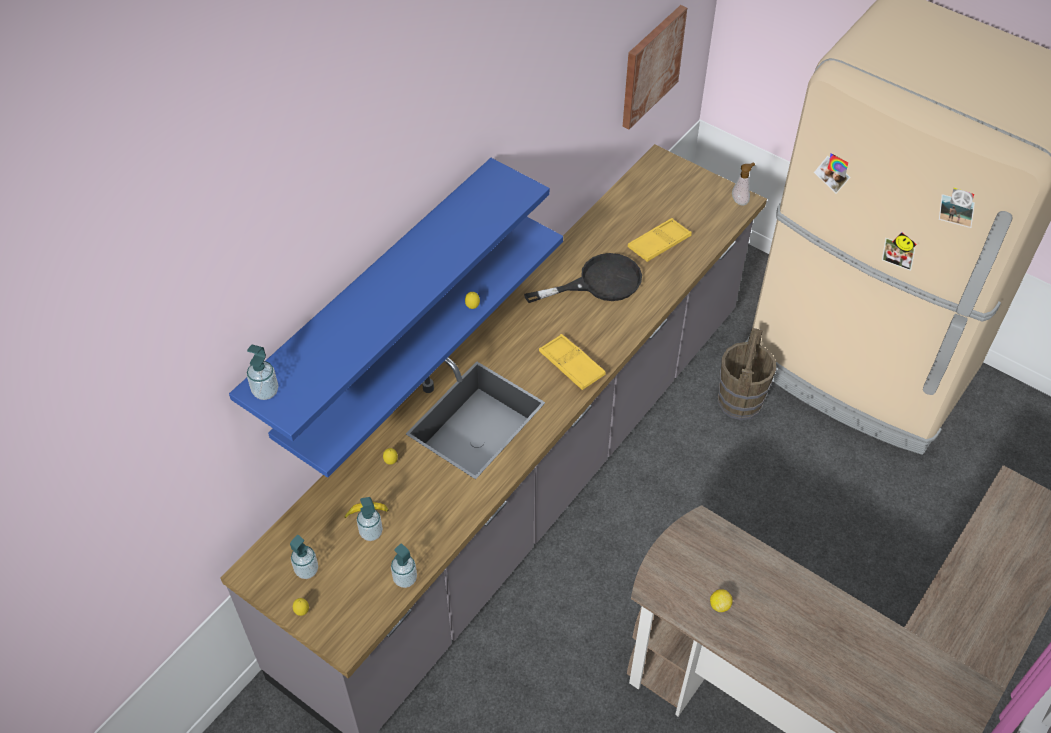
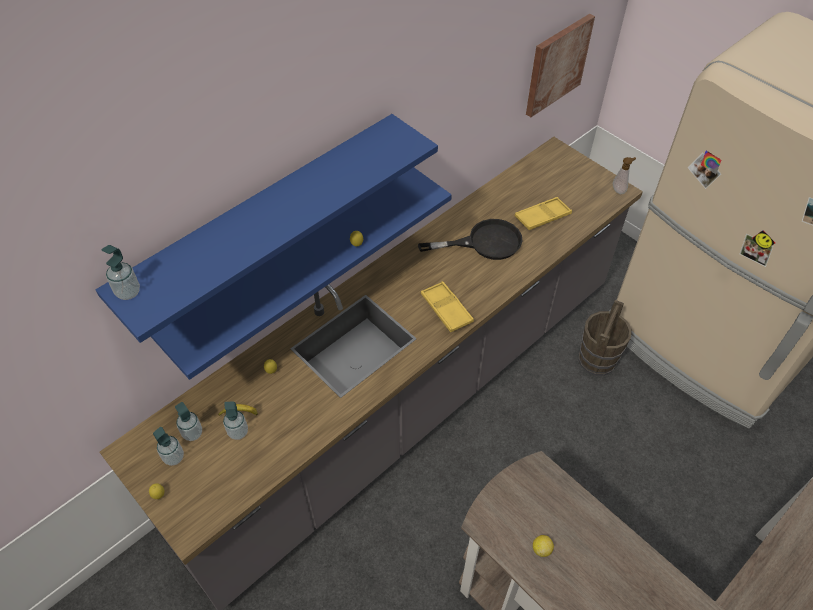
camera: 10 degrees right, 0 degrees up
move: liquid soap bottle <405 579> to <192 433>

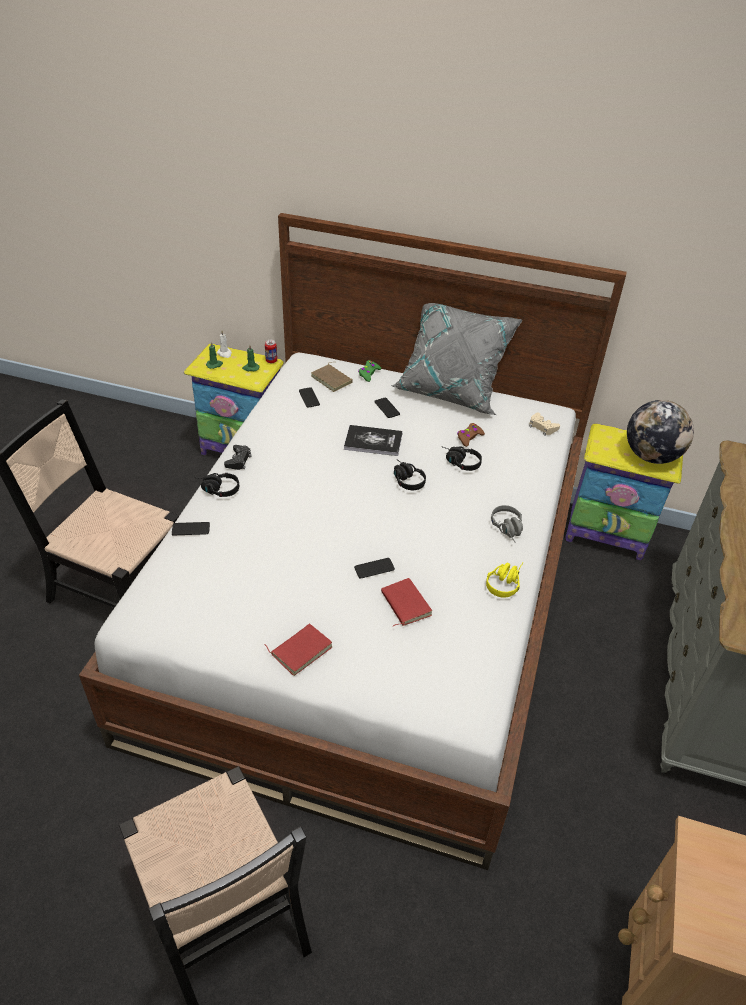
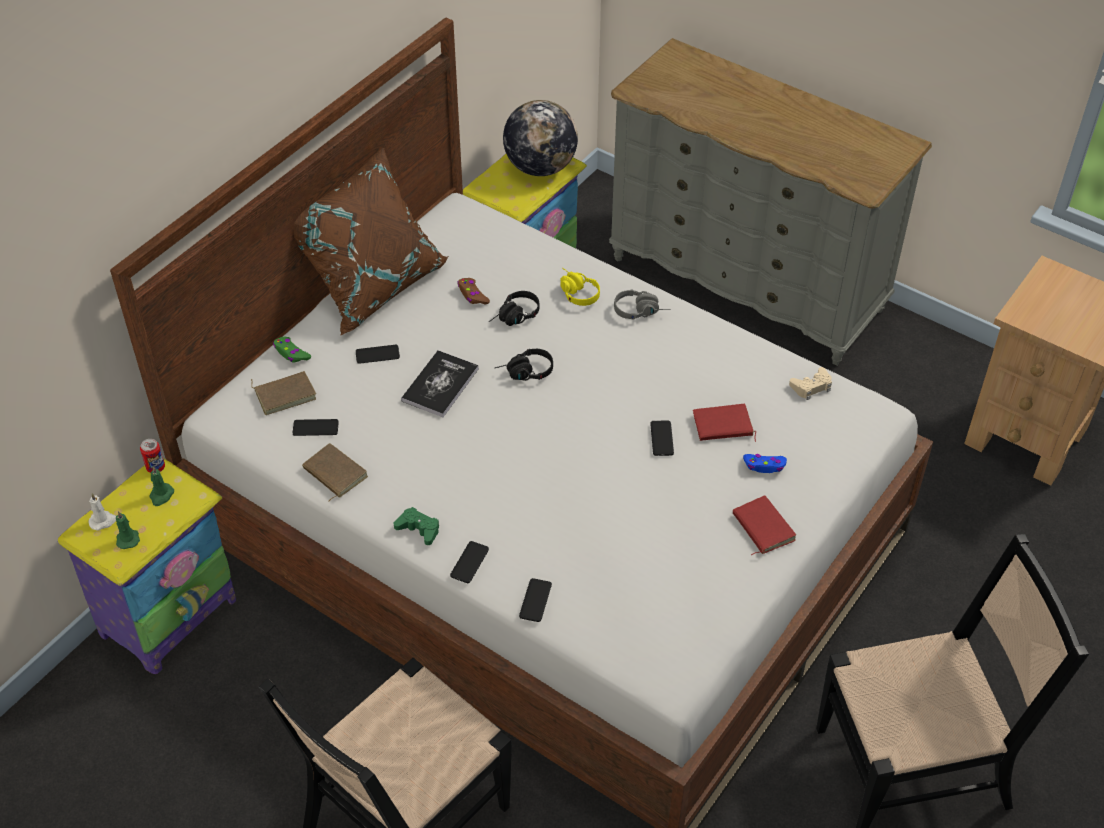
camera: 70 degrees left, 5 degrees up
insert: book (brown) <333 474>; gamepad (blue) <764 466>
move: pair of headphones (yellow-coloured) <505 582> to <575 292>; gamepad (beige-coloured) <542 427> to <811 387>
replace: pair of headphones (black) <216 490> to telephone <469 562>
recolor: gamepad (black) <238 460> to gamepad (green-coloured) <418 529>; pillow (greyish) <451 390> to pillow (brown) <371 283>

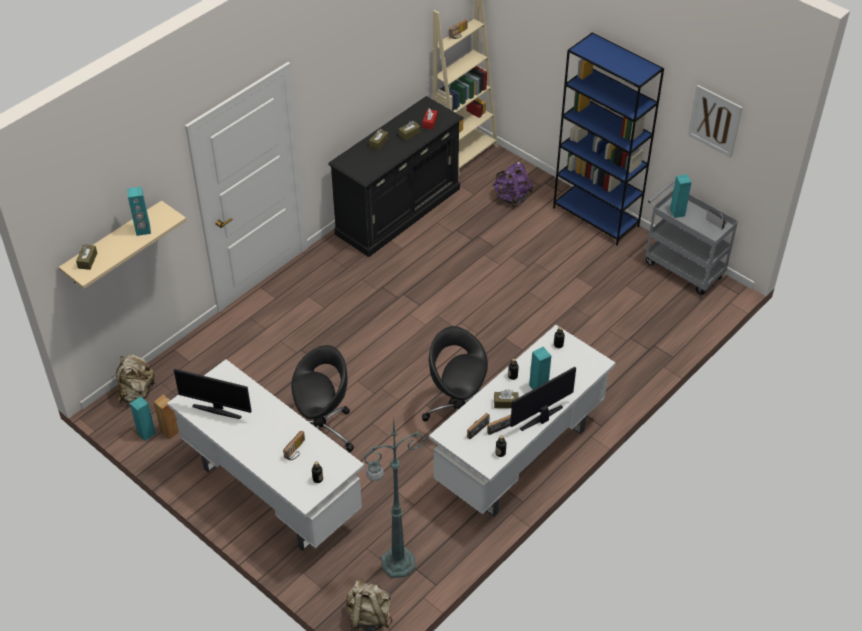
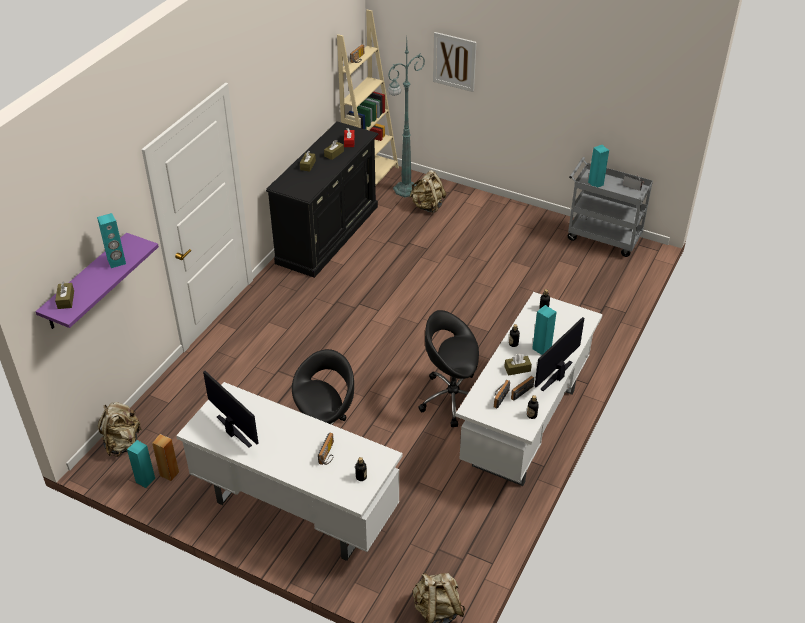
camera: 15 degrees left, 5 degrees down
delete: bookshelf (blue) <596 217>
move: floor lamp (green-coloured) <396 563> to <405 190>; wall art <715 120> to <454 61>
recolor: wall shelf (beige-coloured) <113 243> to wall shelf (purple-coloured) <86 282>; rucksack (purple-coloured) <511 198> to rucksack (beige-coloured) <427 206>
rotate: computer screen <217 410> = <232 432> 135 degrees counterclockwise

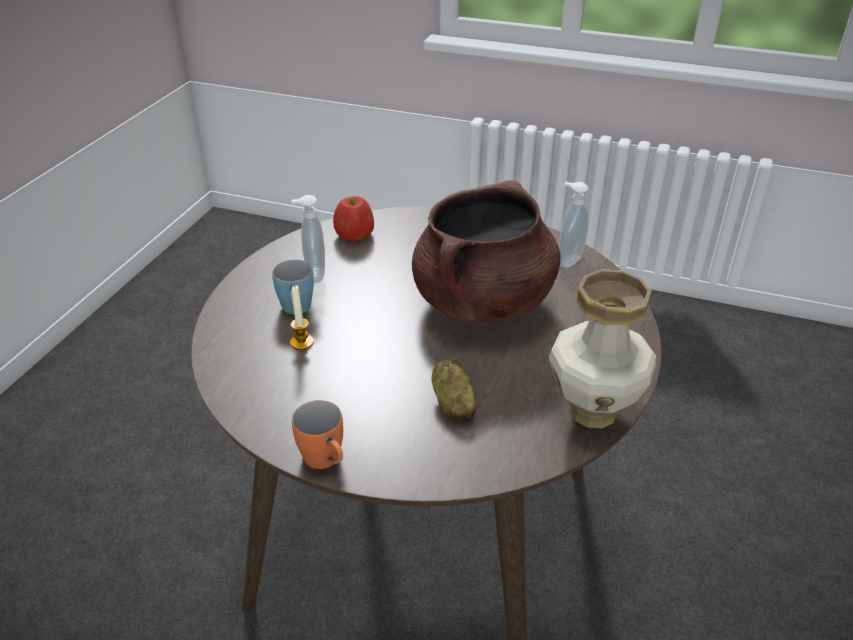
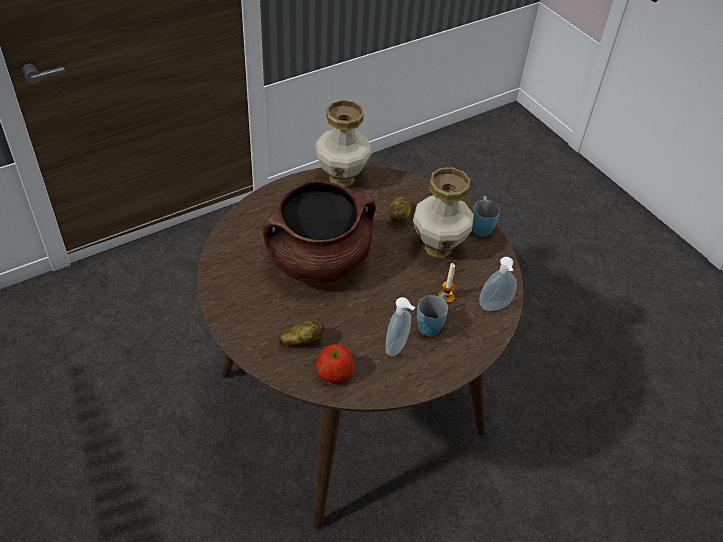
camera: 145 degrees left, 10 degrees up
insert: spud <301 341>; flower vase <438 248>
move: liquid soap bottle <568 260> to <495 307>
recolor: mug (orange) <326 461> to mug (blue) <481 226>

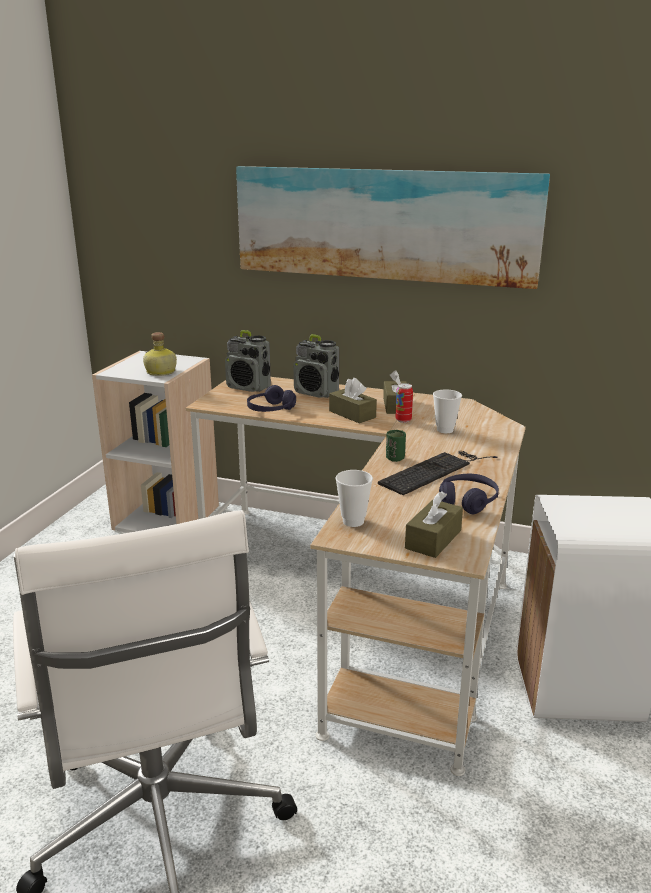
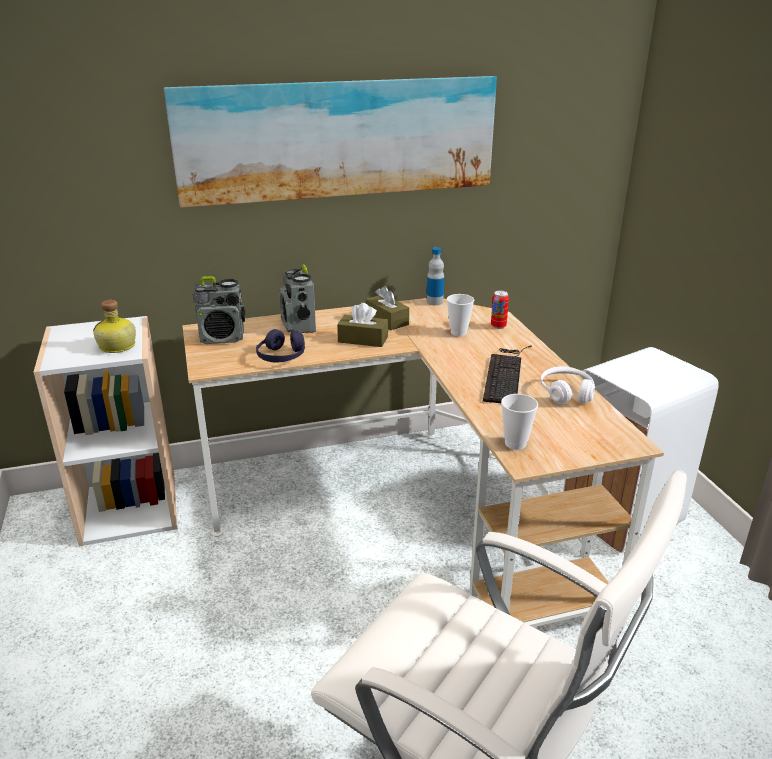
camera: 35 degrees left, 5 degrees up
delete: small cup (green-coloured) <395 458>; tissue box (brown) <433 539>
insert: drink bottle <434 302>
move: sealed can <403 420> to <498 326>
recolor: pair of headphones (purple-coloured) <467 501> to pair of headphones (white) <566 393>
rotate: radio set <316 393> = <298 326> 75 degrees clockwise

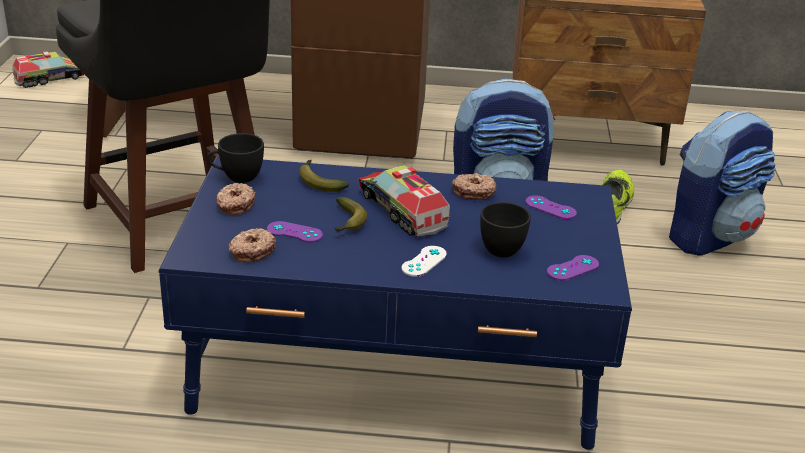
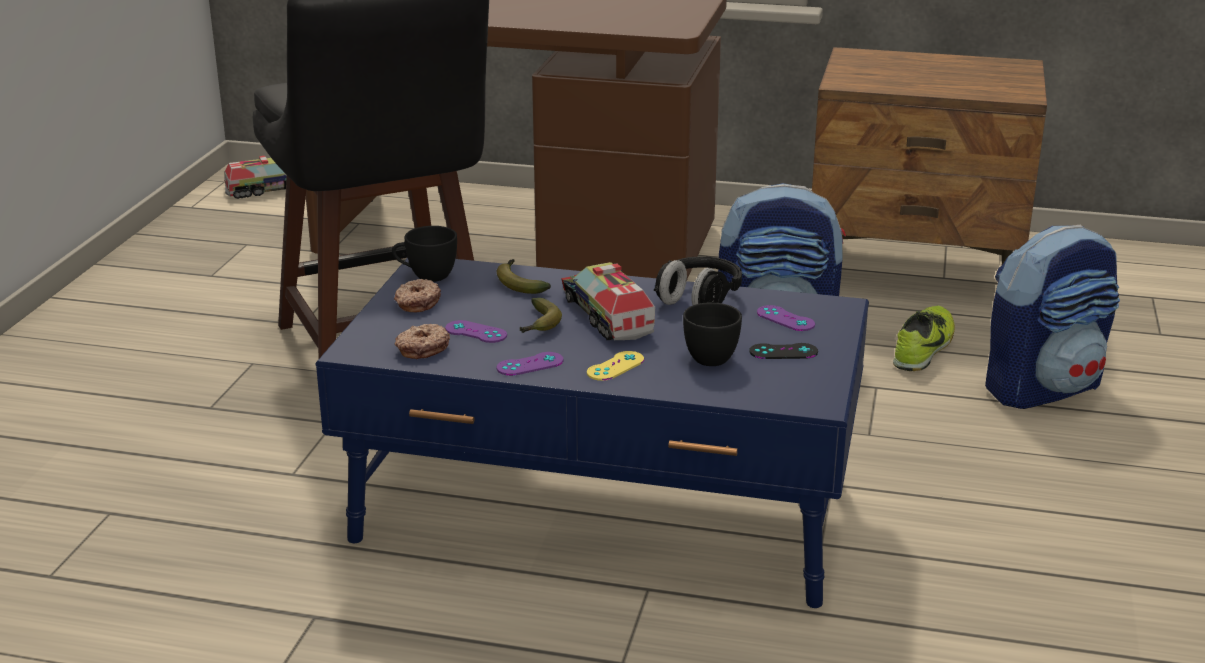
camera: 10 degrees right, 5 degrees down
insert: gamepad (black) <783 352>
move: gamepad (purple-coloured) <572 268> to <530 364>
replace: donut <473 192> to pair of headphones (black) <698 299>
recolor: gamepad (white) <424 261> to gamepad (yellow-coloured) <615 366>

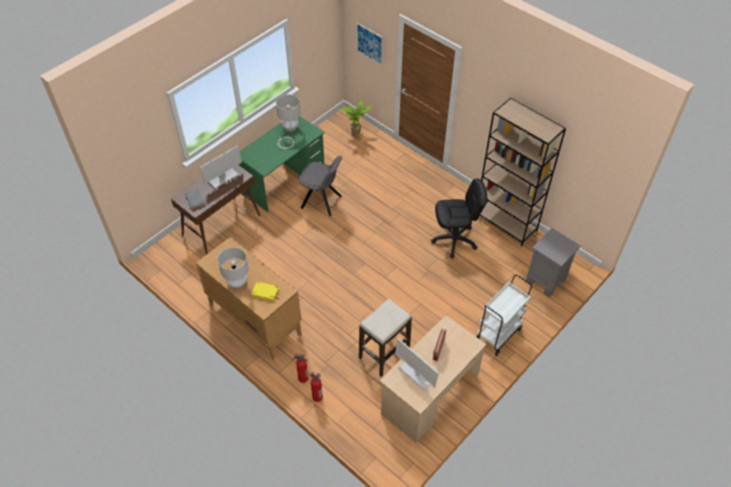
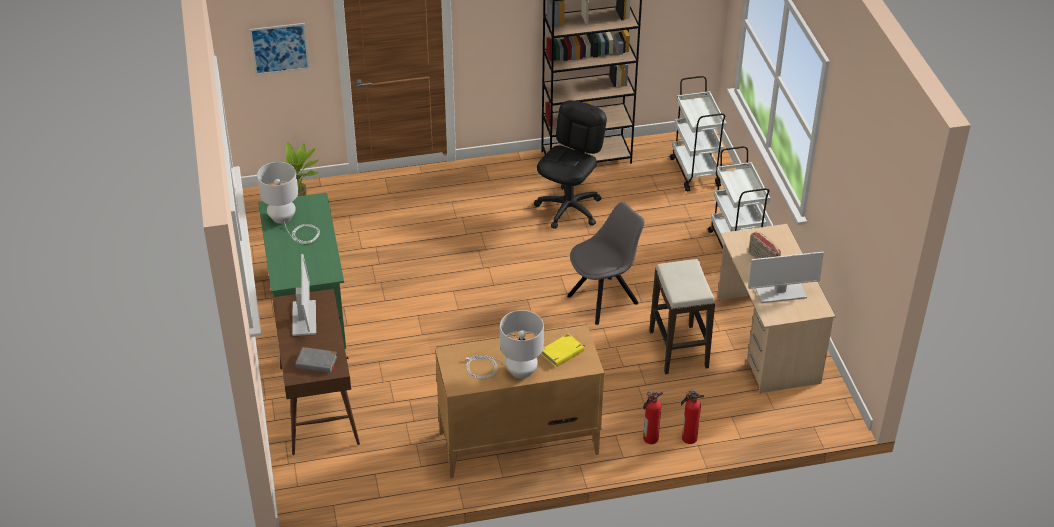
camera: 55 degrees left, 10 degrees down
move: plain chair (greyish) <321 201> to <603 300>
replace: nightstand (greyish) <544 280> to trolley (white) <695 173>

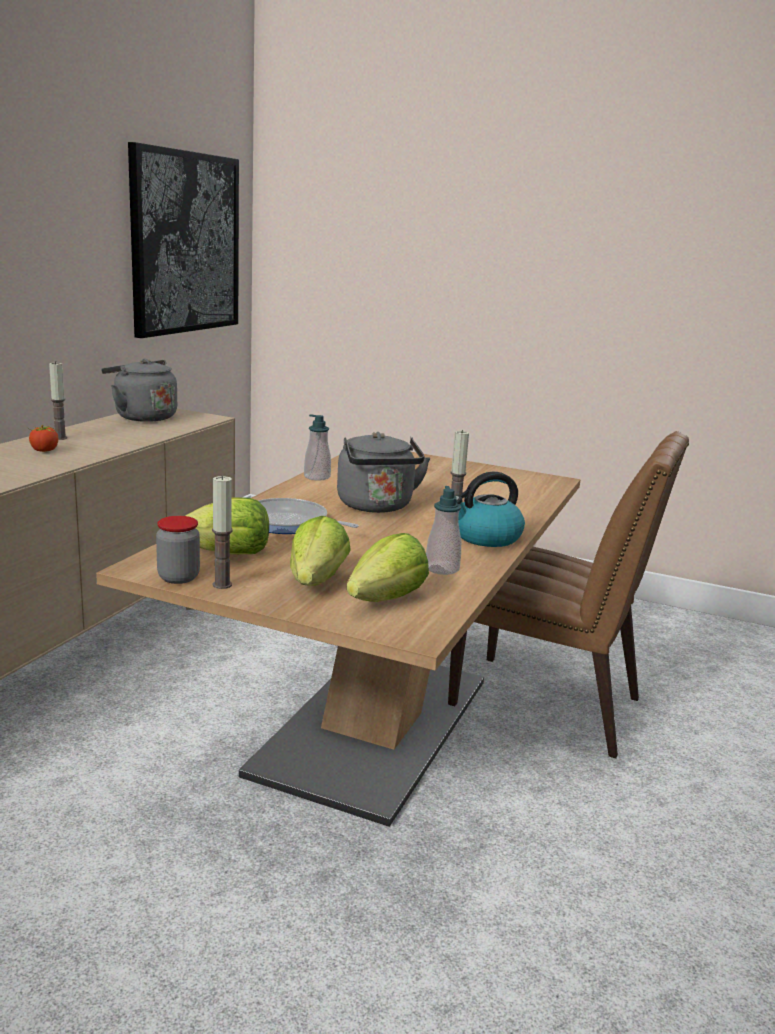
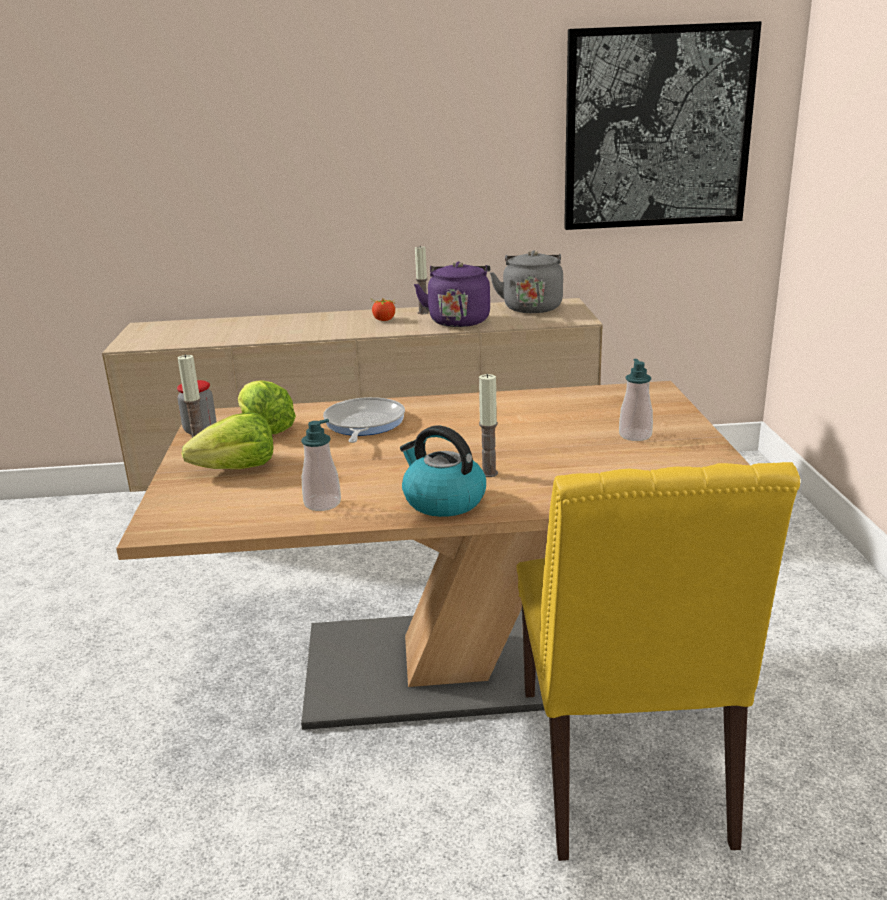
camera: 65 degrees right, 5 degrees up
delete: water kettle (greyish) <377 507>; lettuce <387 599>
insert: water kettle (purple-coloured) <459 320>
move: liquid soap bottle <317 477> to <635 435>
recolor: plain chair (brown) <544 704> to plain chair (yellow-coloured) <620 765>

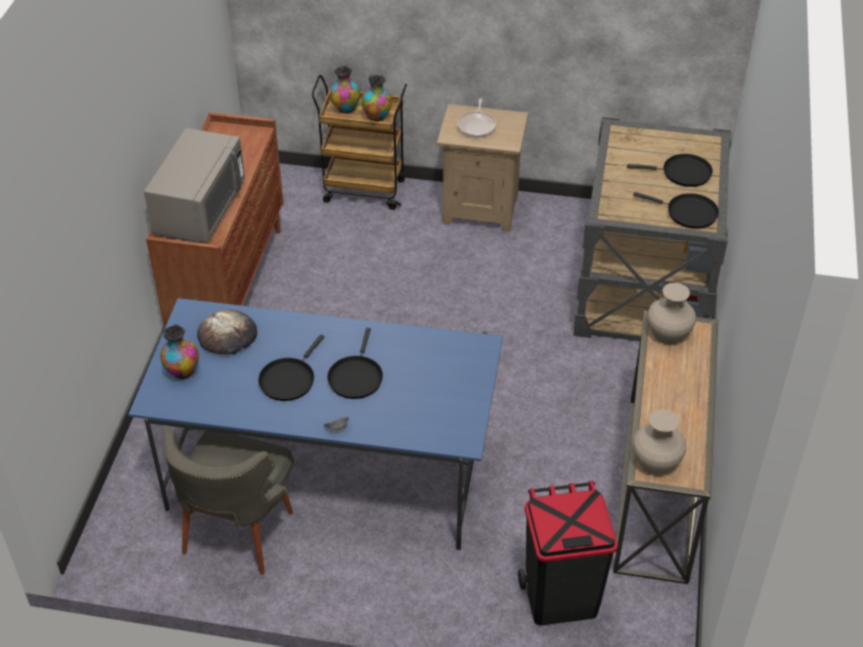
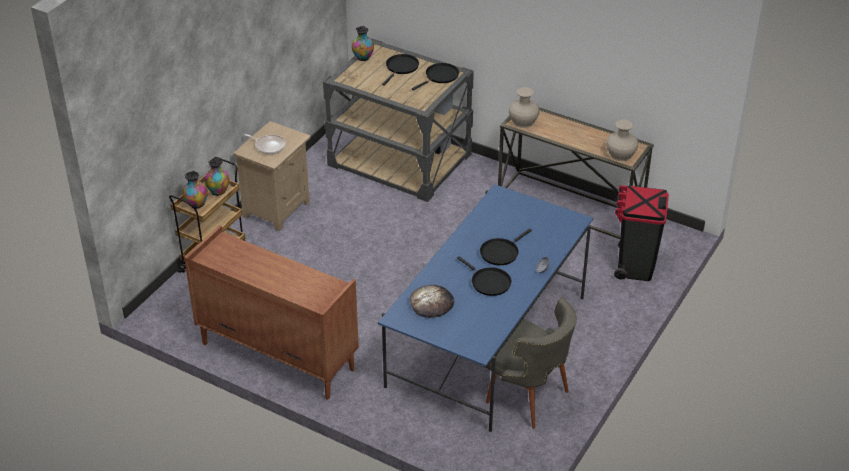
camera: 70 degrees left, 5 degrees down
delete: microwave (greyish) <200 210>
move: flower vase <182 371> to <363 58>
rotate: pan (black) <355 377> = <501 252> 105 degrees clockwise

